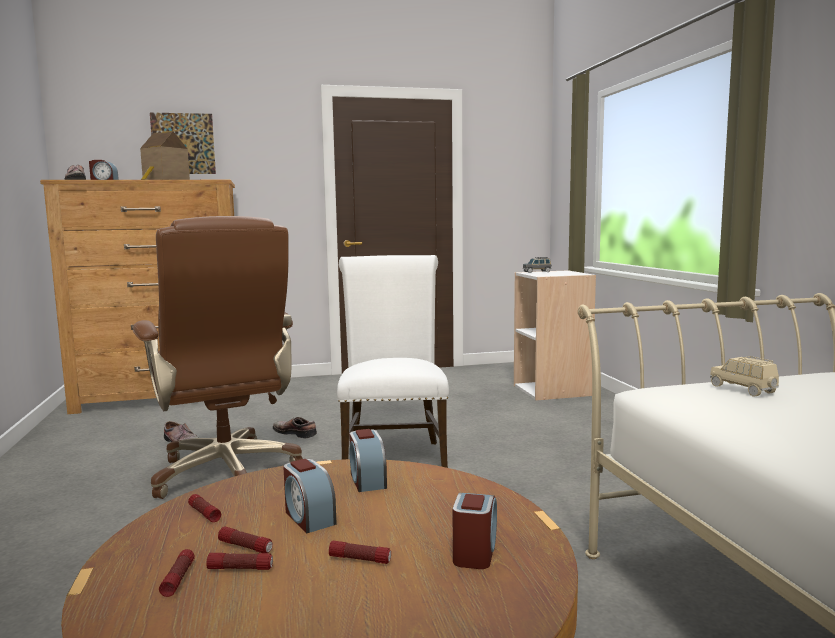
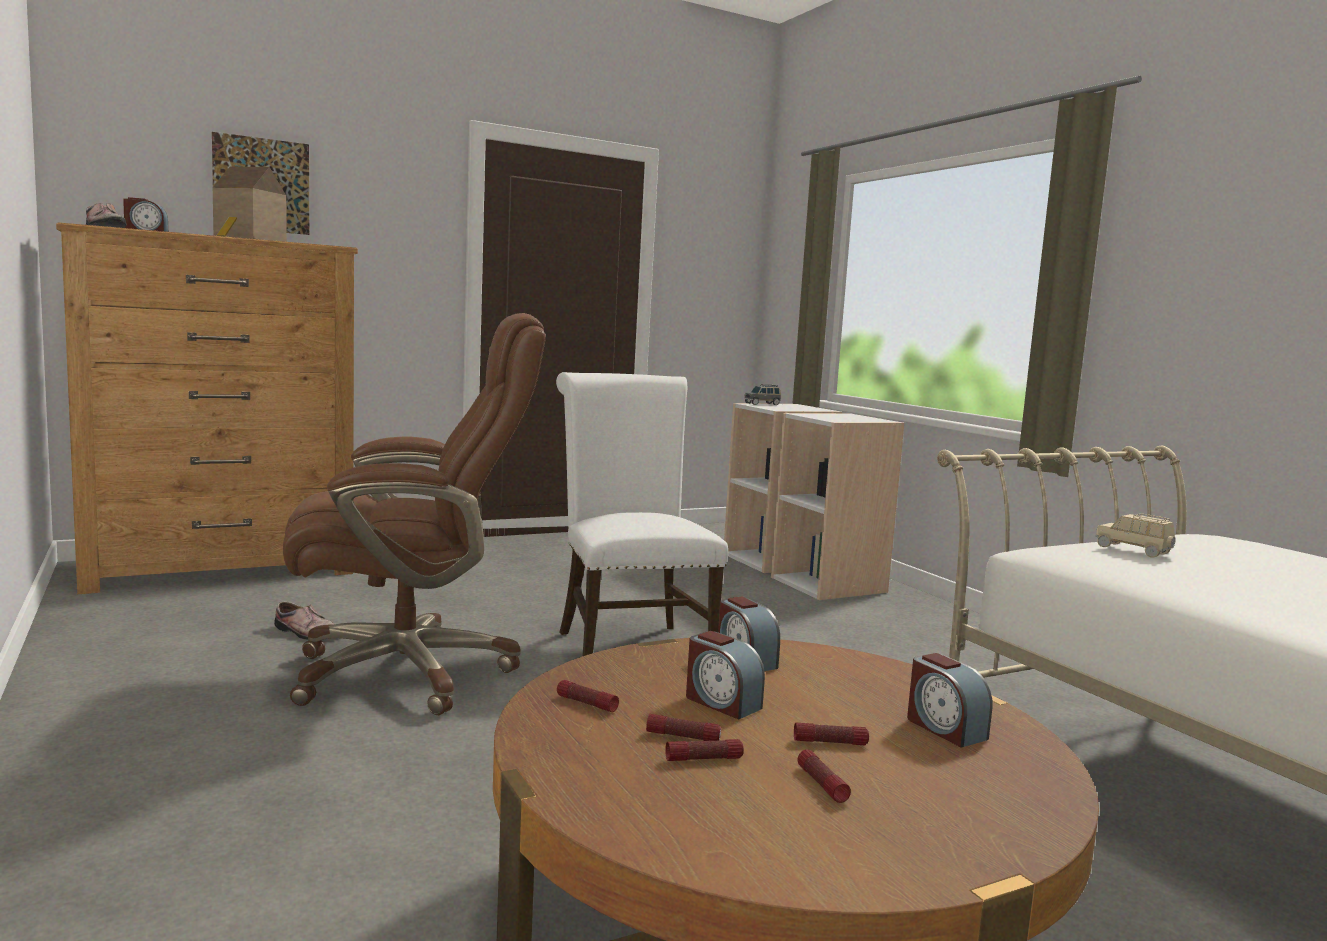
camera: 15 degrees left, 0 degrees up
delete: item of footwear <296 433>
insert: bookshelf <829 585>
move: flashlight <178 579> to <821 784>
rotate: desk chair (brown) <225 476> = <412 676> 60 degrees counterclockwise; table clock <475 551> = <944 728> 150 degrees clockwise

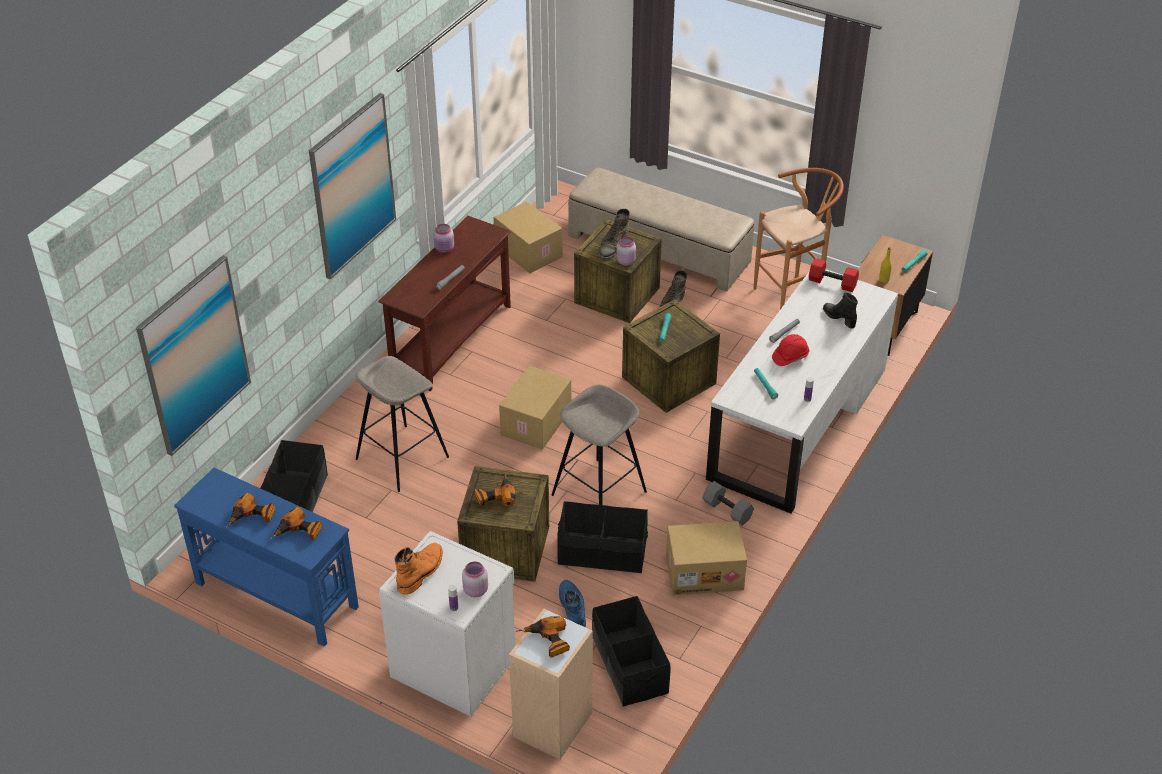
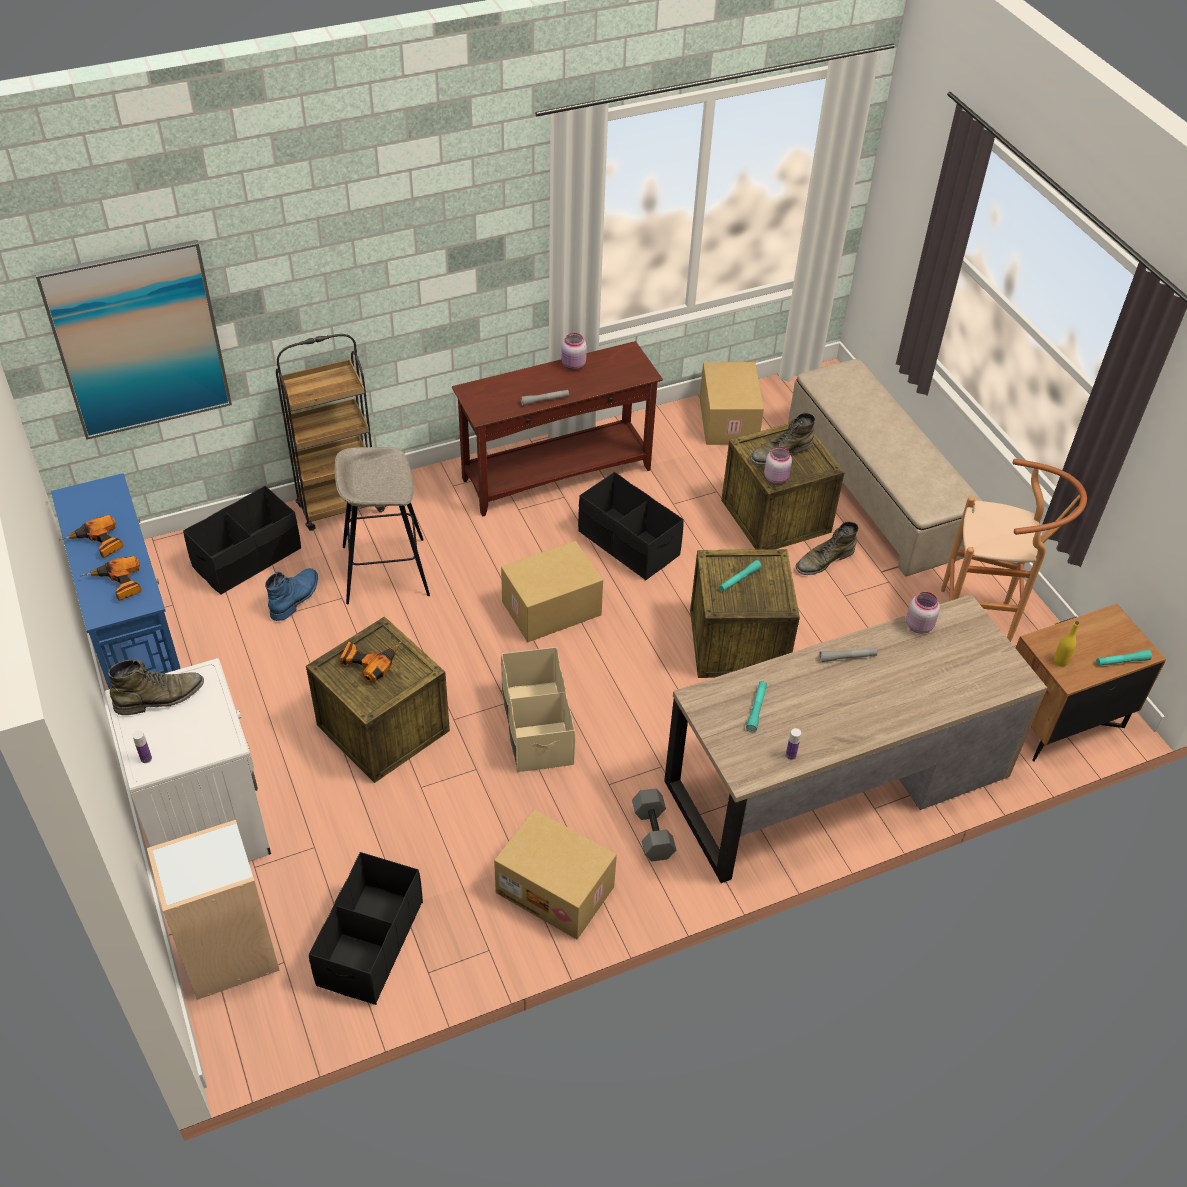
camera: 35 degrees right, 5 degrees up
delete: wall art <352 186>; power drill <547 641>; hard hat (red) <790 357>; free weight (red) <833 282>; boot (black) <839 318>
insert: trolley (brown) <340 508>
move: preserve jar (pink-coloured) <475 590> to <918 625>; storage bin (black) <602 553> to <628 544>; boot (blue) <572 608> to <295 597>
replace: stool (greyish) <599 493> to storage bin (beige-coloured) <536 726>
recolor: boot (orange) <421 571> to boot (green-coloured) <160 697>; desk table (white) <798 424> to desk table (brown) <837 779>

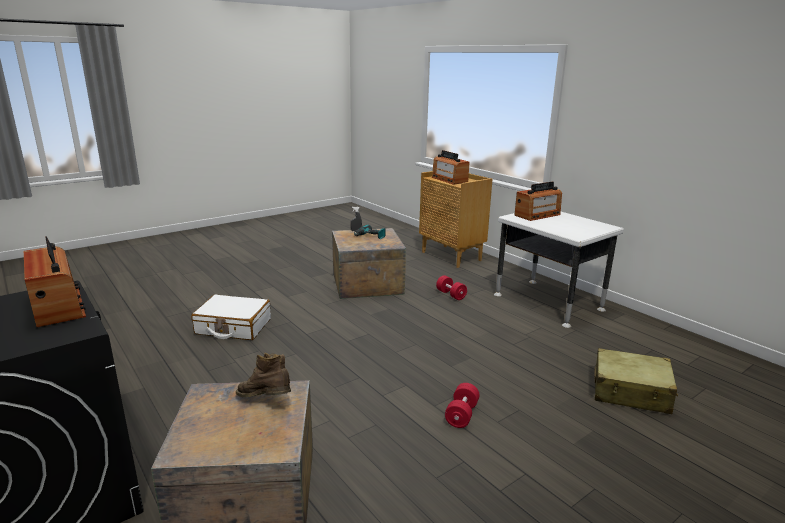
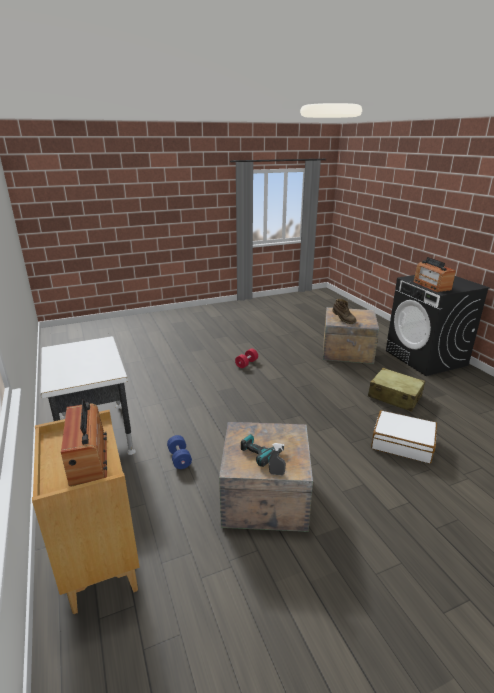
camera: 165 degrees left, 5 degrees up
delete: radio set <537 215>
move: suitcase (beige-coloured) <631 392> to <394 396>
recolor: free weight (red) <451 295> to free weight (blue) <179 458>

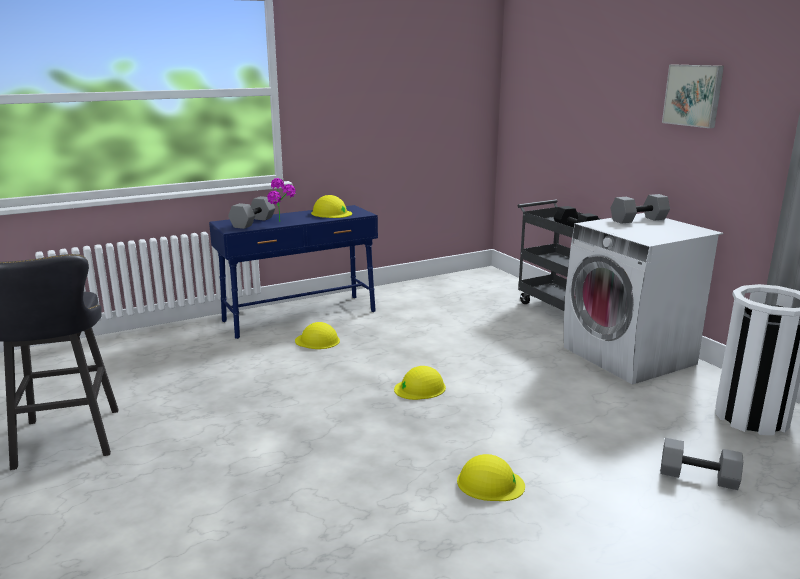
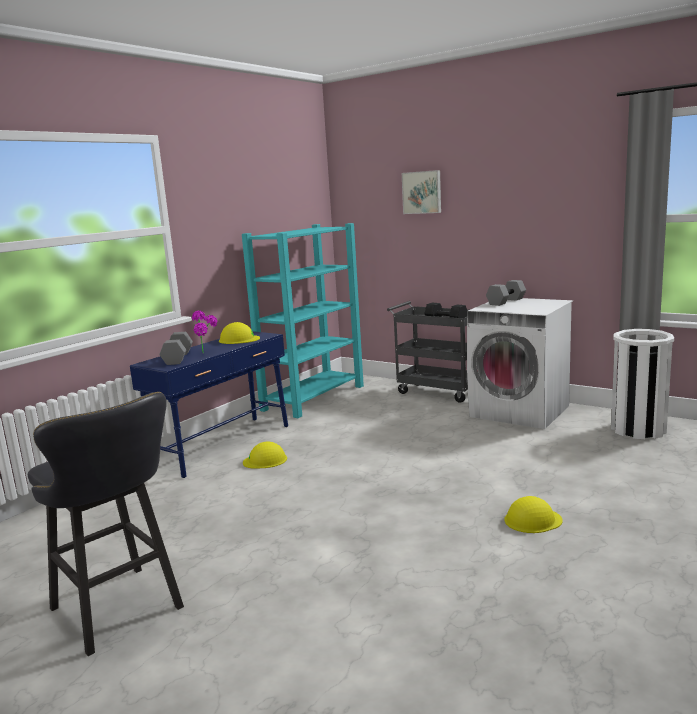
camera: 25 degrees left, 5 degrees down
delete: hard hat (yellow-coloured) <420 388>; free weight (greyish) <697 477>
insert: bookshelf (blue-green) <313 398>
move: wall art <693 95> to <422 192>

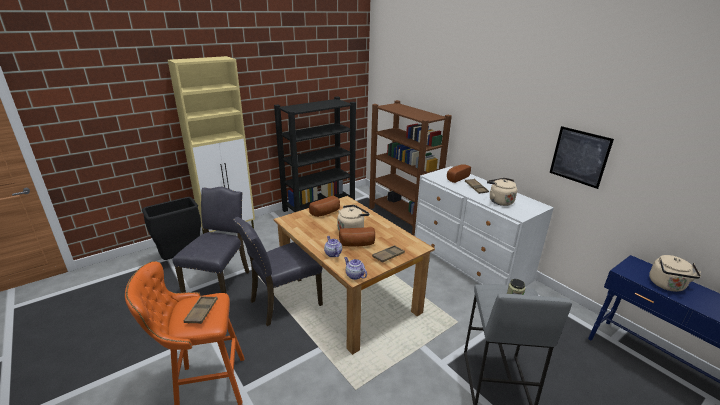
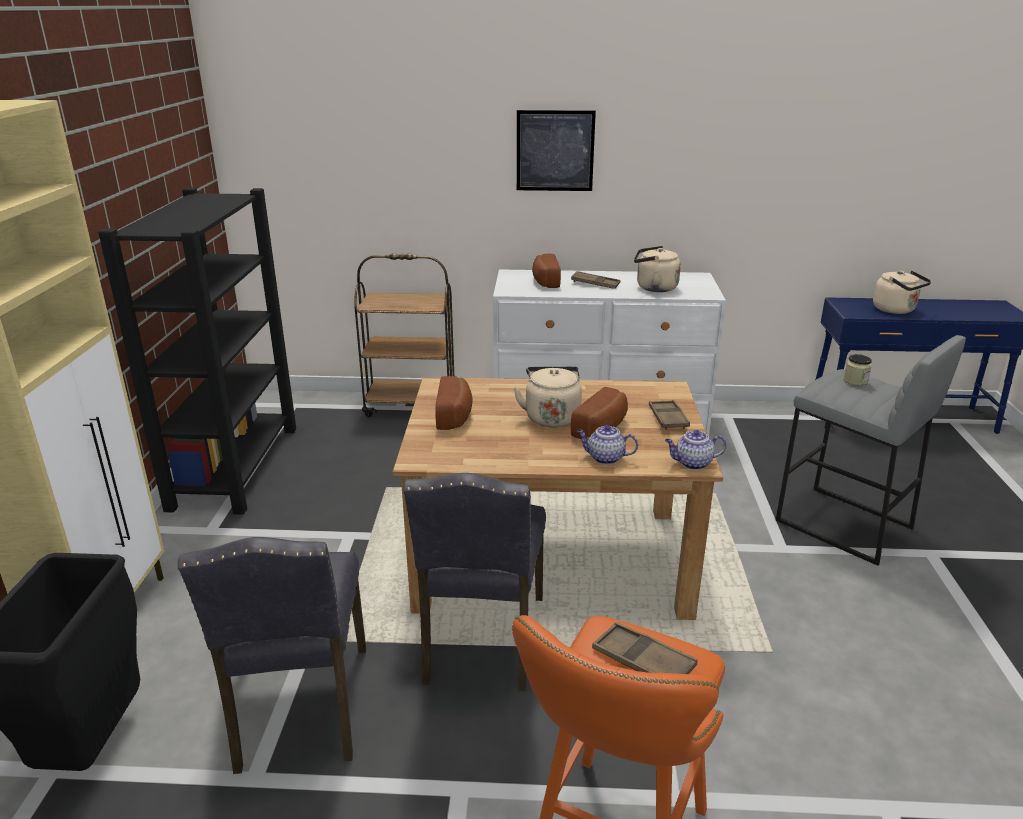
camera: 50 degrees left, 0 degrees up
move: wall art <579 156> to <555 151>
replace: bookshelf (brown) <402 216> to trolley (brown) <411 408>
rotate: plain chair (greyish) <220 283> = <300 709> 150 degrees counterclockwise

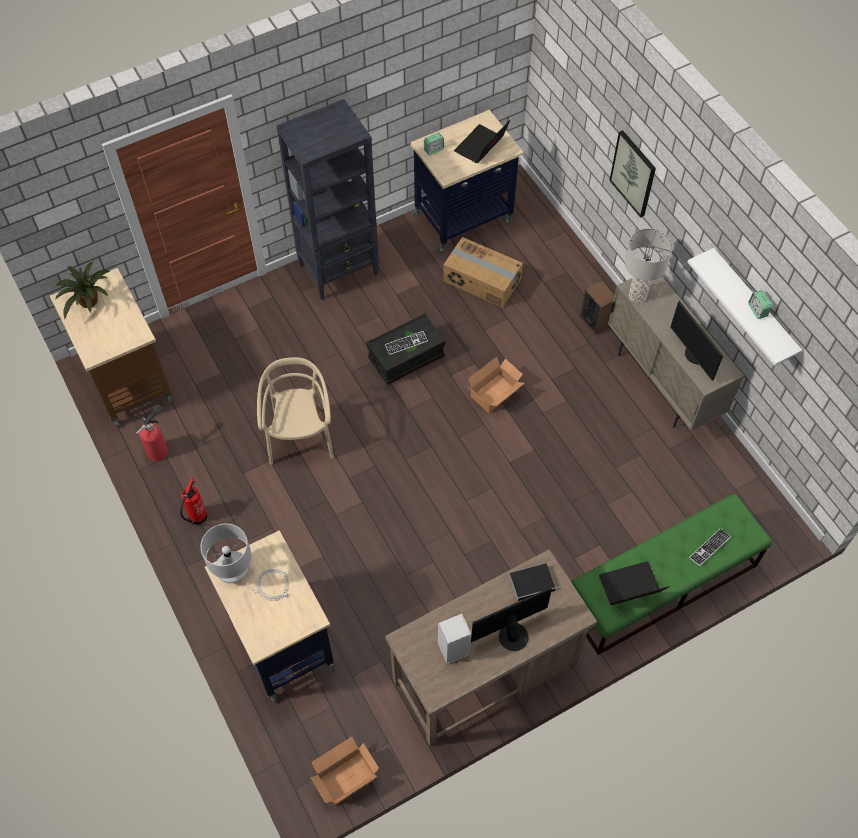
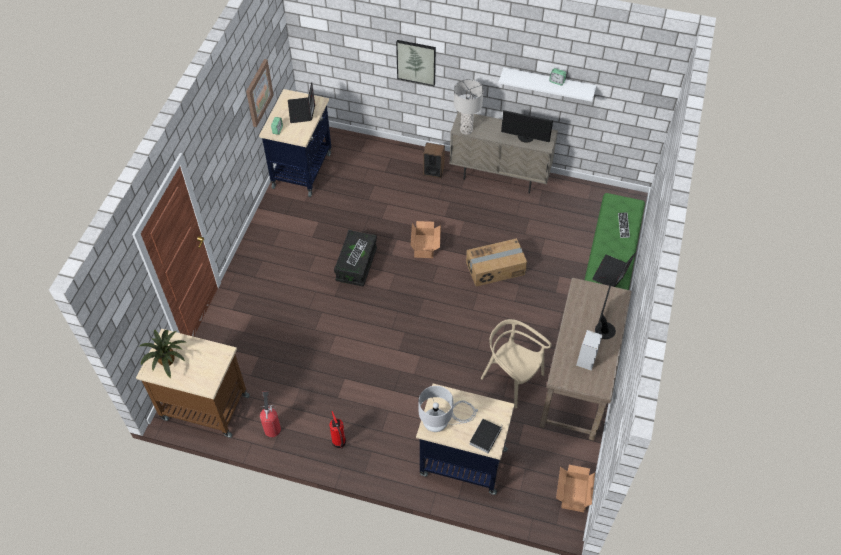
camera: 45 degrees left, 5 degrees down
delete: bookshelf (black) <339 269>
insert: wall art <258 93>
move: plain chair (beige-coloured) <300 436> to <512 379>; packing box <482 281> to <495 269>; book <533 582> to <485 436>

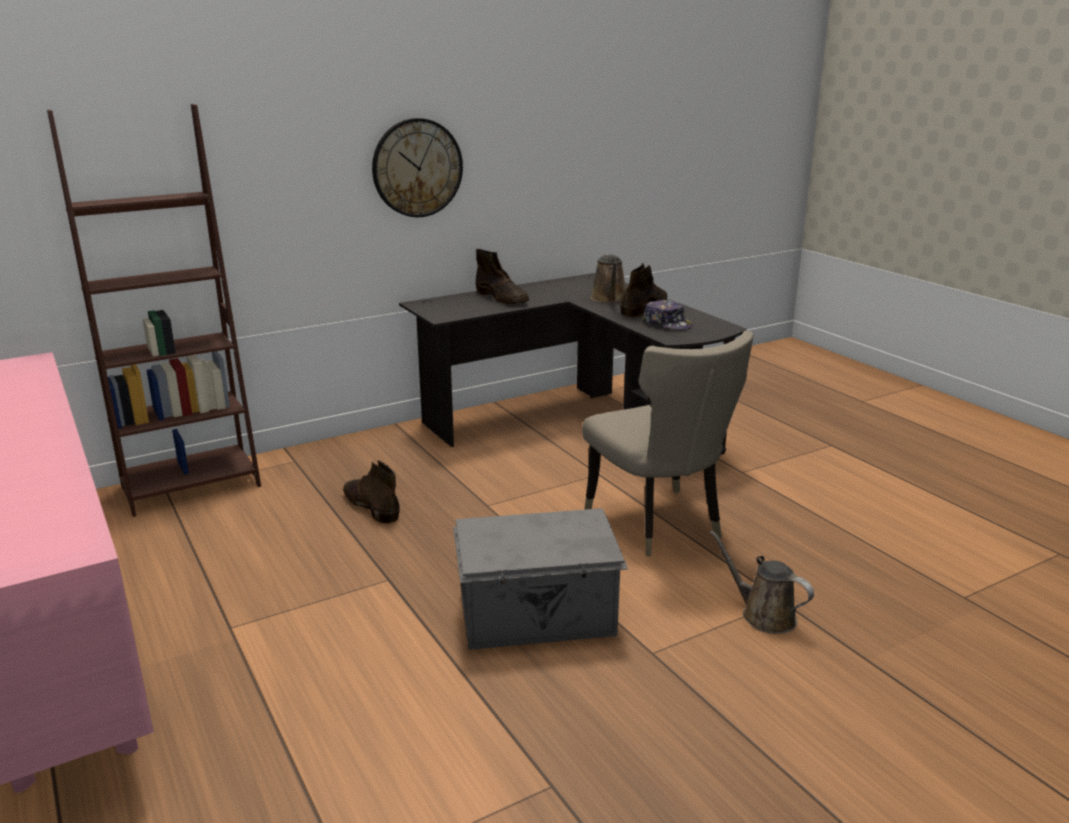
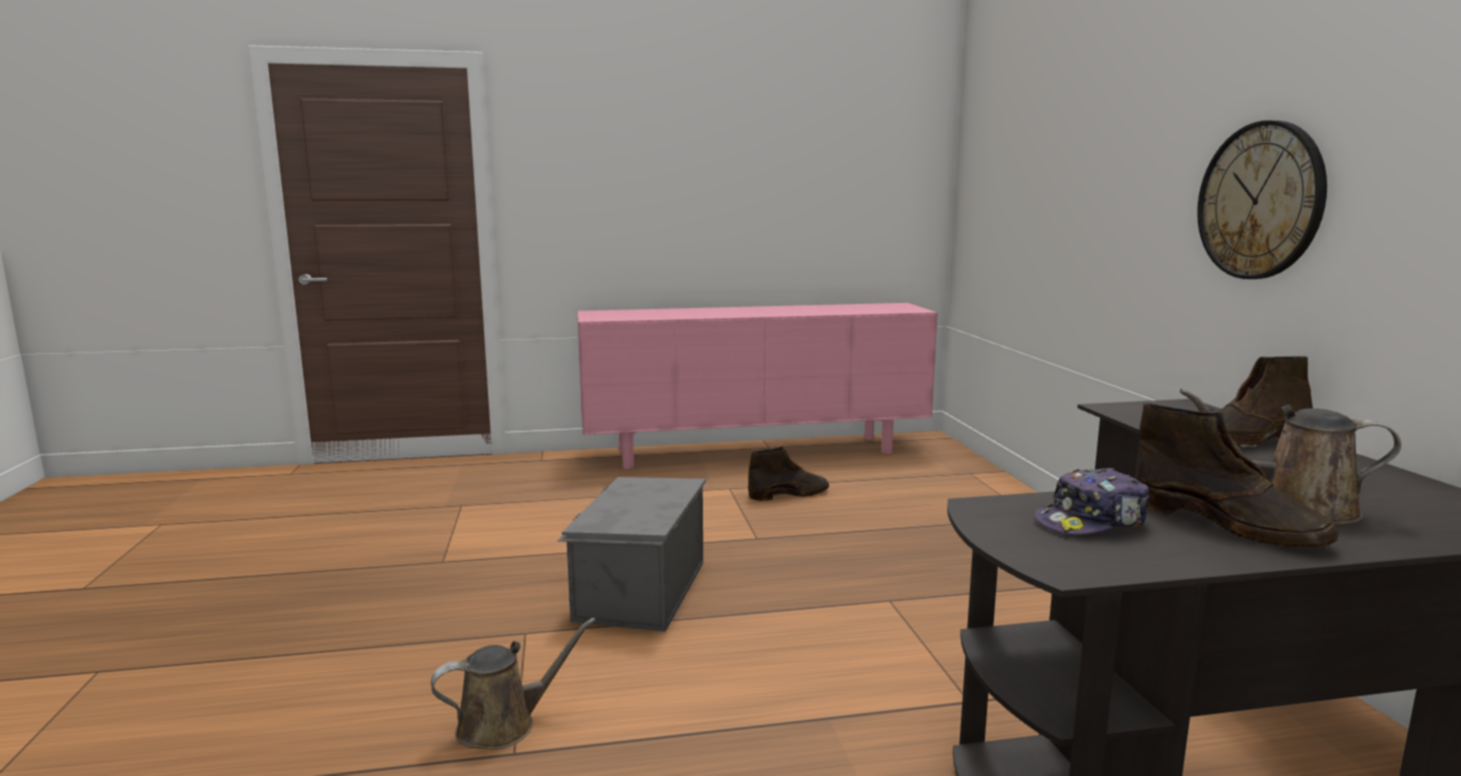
camera: 110 degrees right, 10 degrees down
delete: bookshelf (brown) <191 486>; plain chair (beige-coloured) <659 525>
move: boot (brown) <370 506> to <789 494>

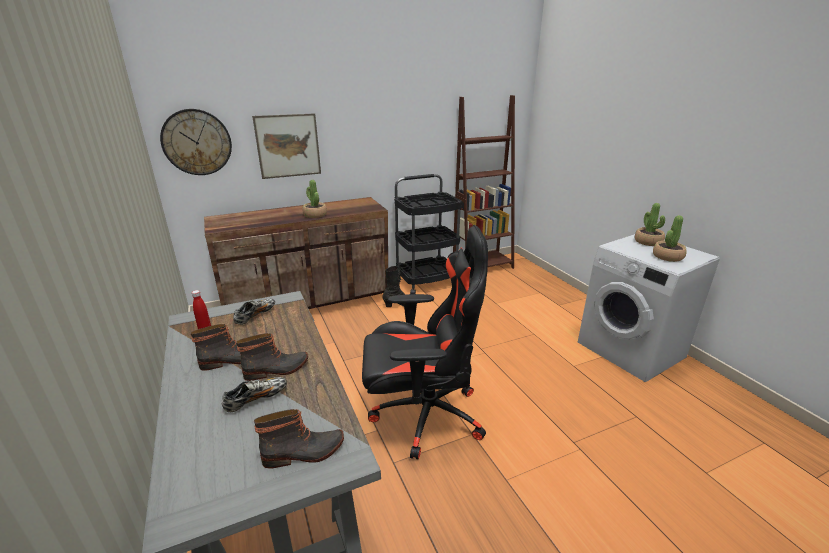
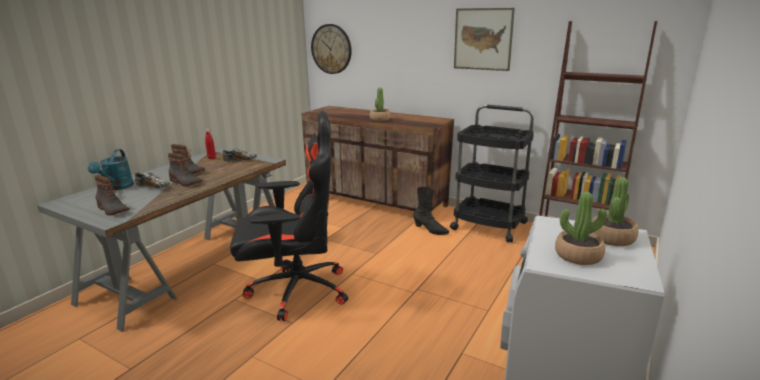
camera: 55 degrees right, 5 degrees down
insert: watering pot (blue-green) <117 187>
move: wall art <288 146> to <483 39>
rotate: desk chair (black) <419 417> = <291 292> 60 degrees counterclockwise

